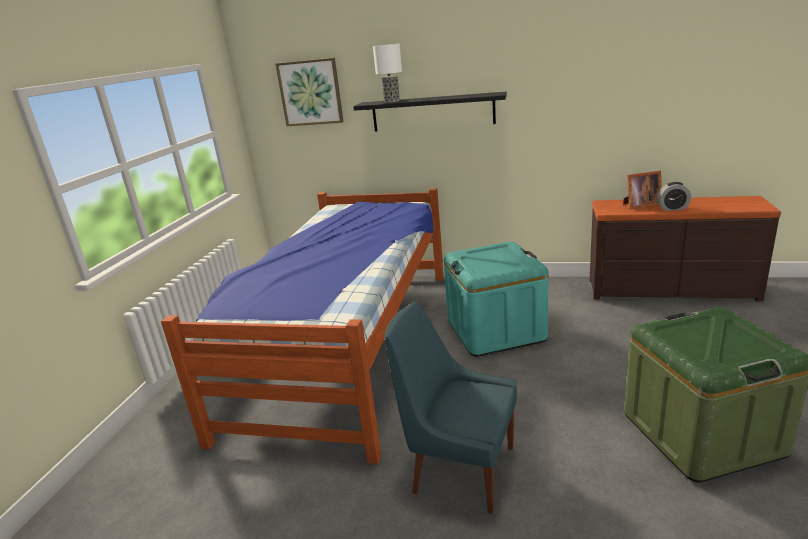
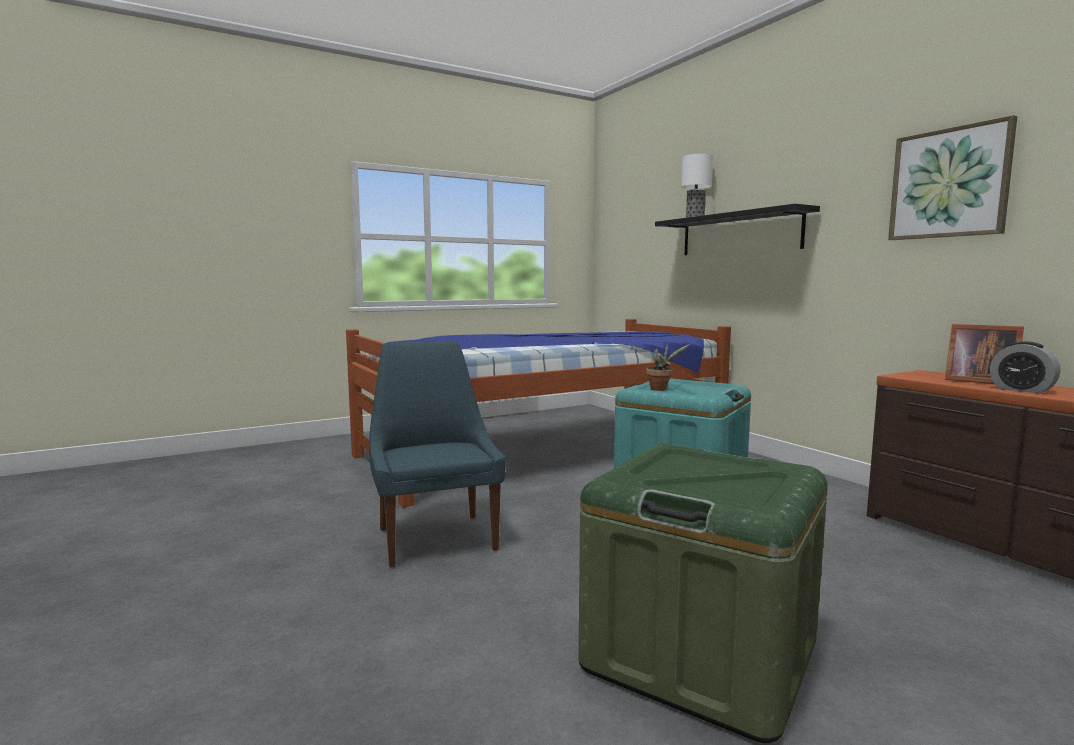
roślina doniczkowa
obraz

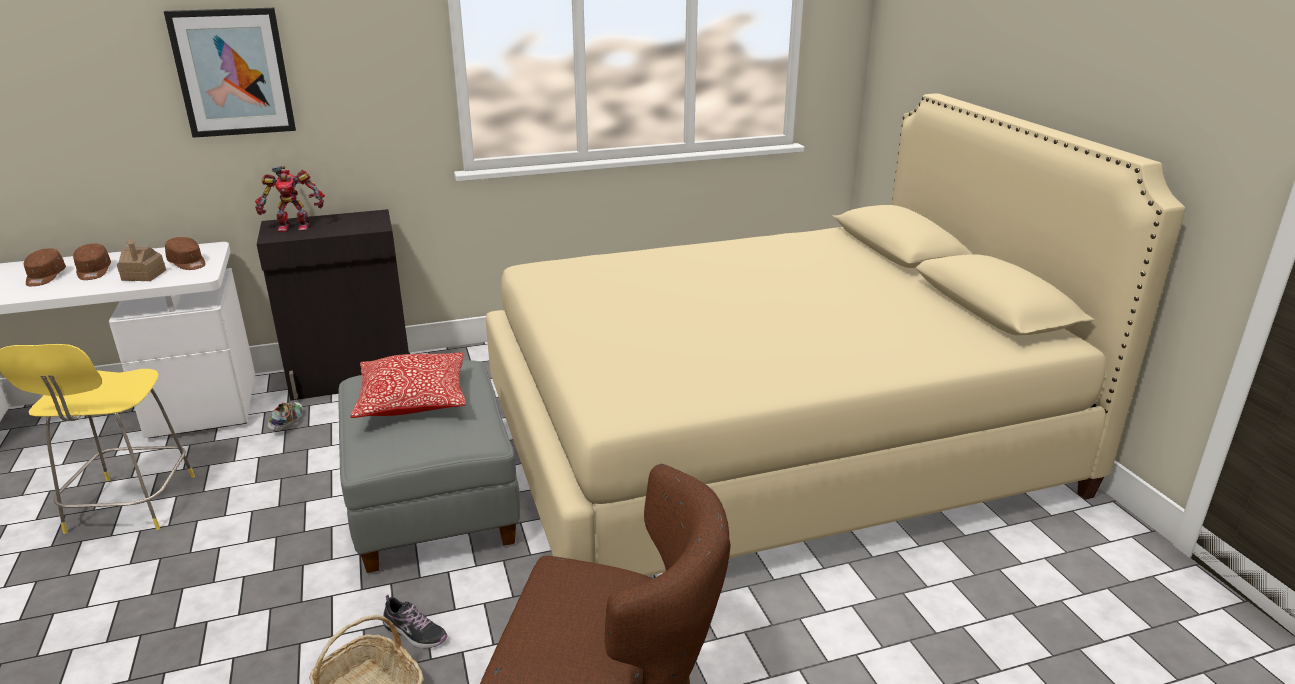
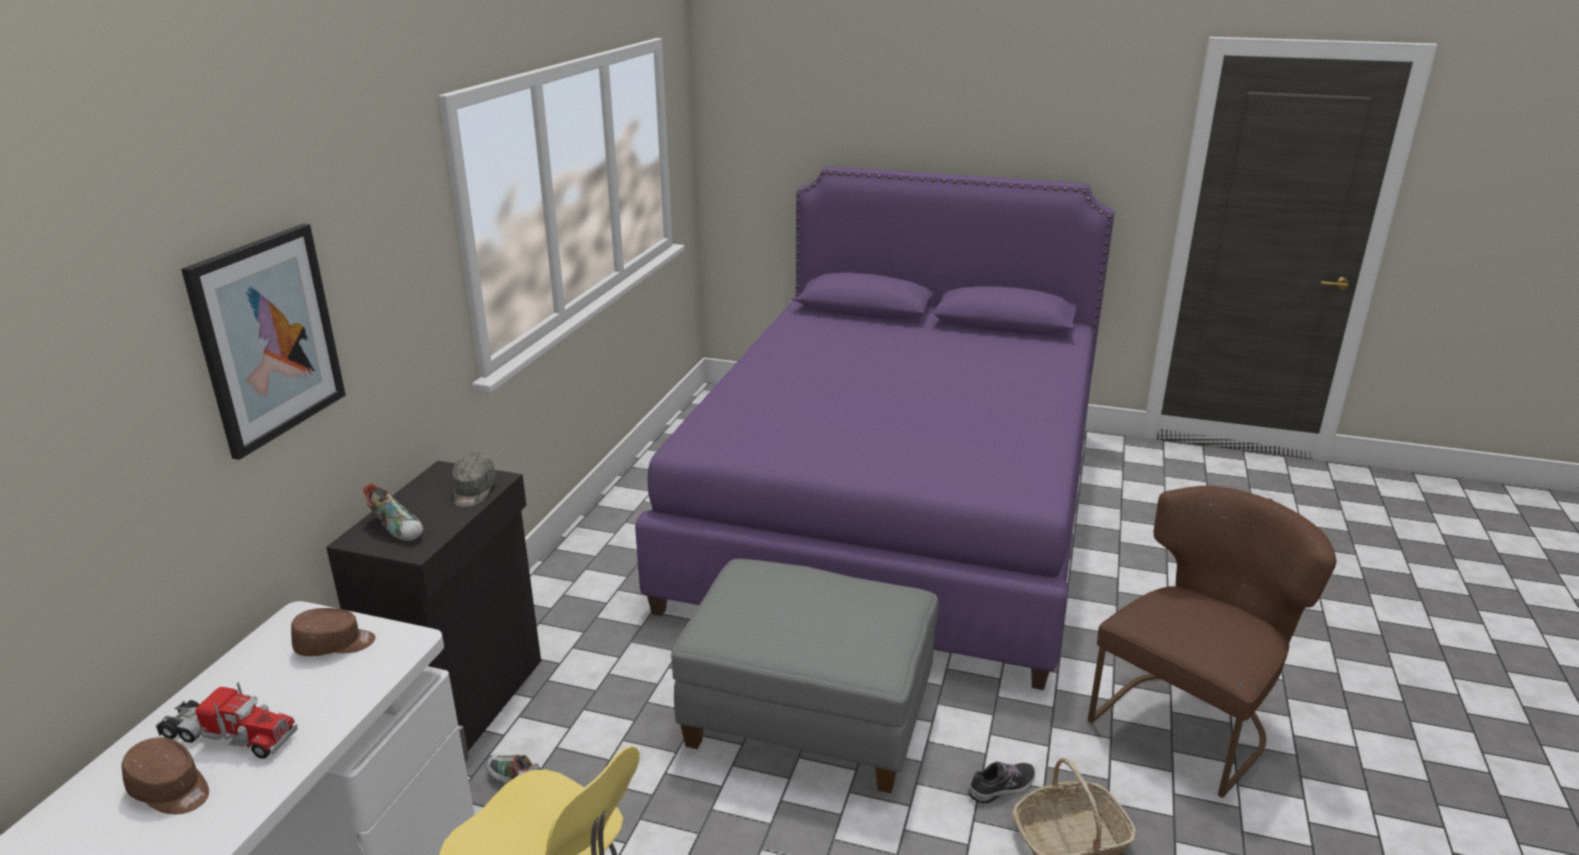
domek
poduszka
czapka z daszkiem (szary)
ciężarówka zabawkowa
but (1st from left)
łóżko (fioletowy)

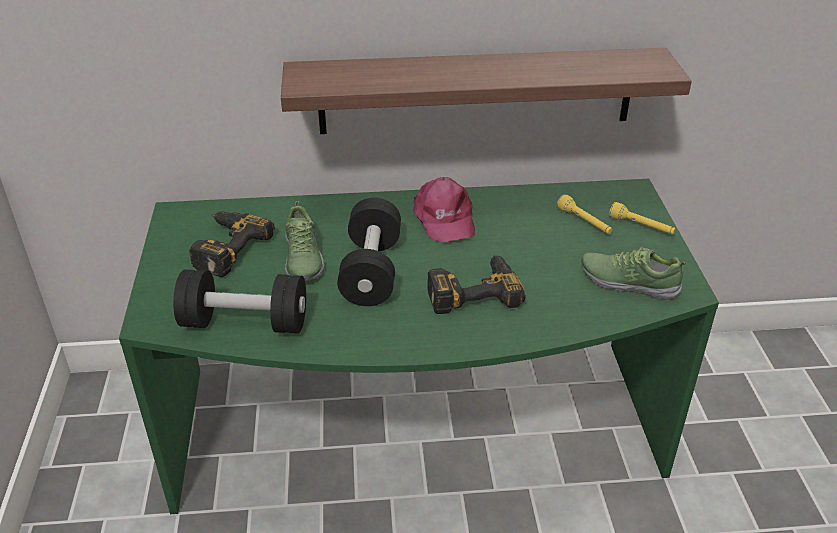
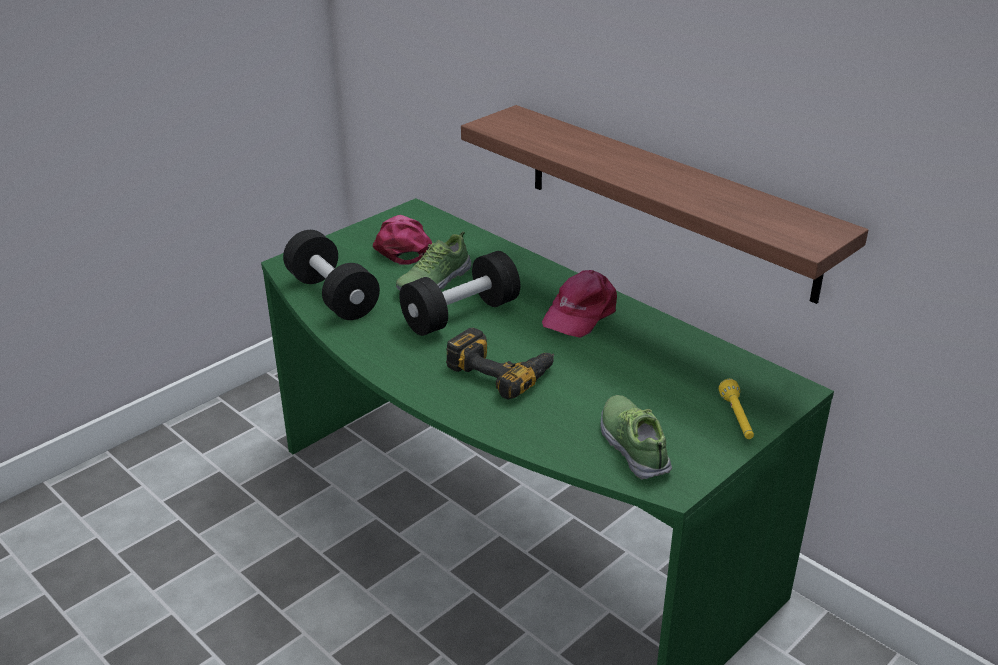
latarka (żółty) (1st from left in the first image)
czapka z daszkiem (różowy) (1st from left)

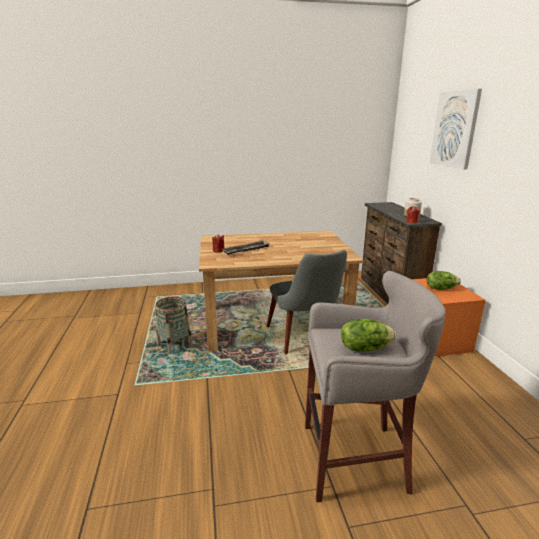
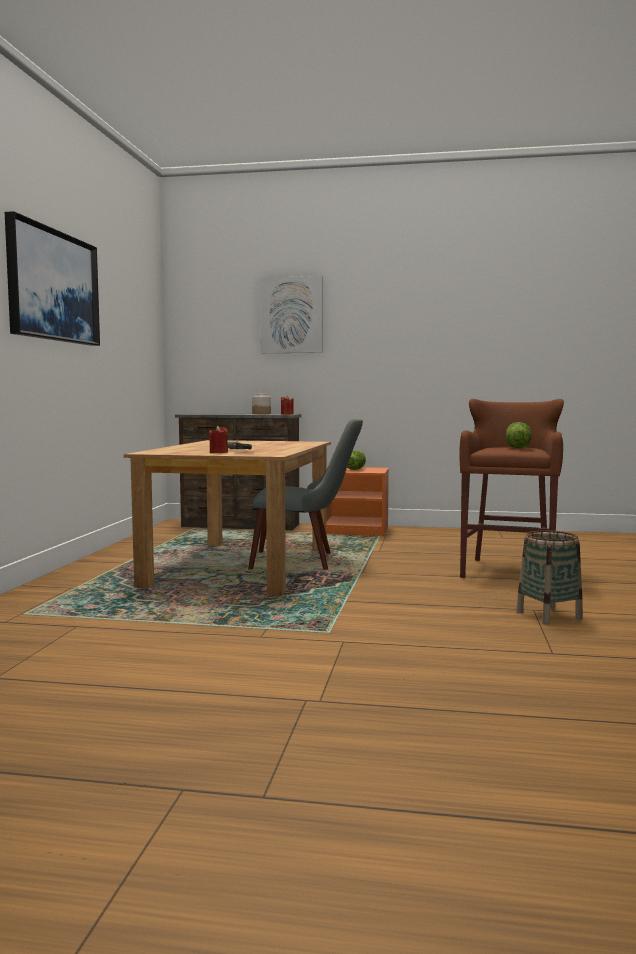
obraz (1st from left)
koszyk
stołek (brązowy)

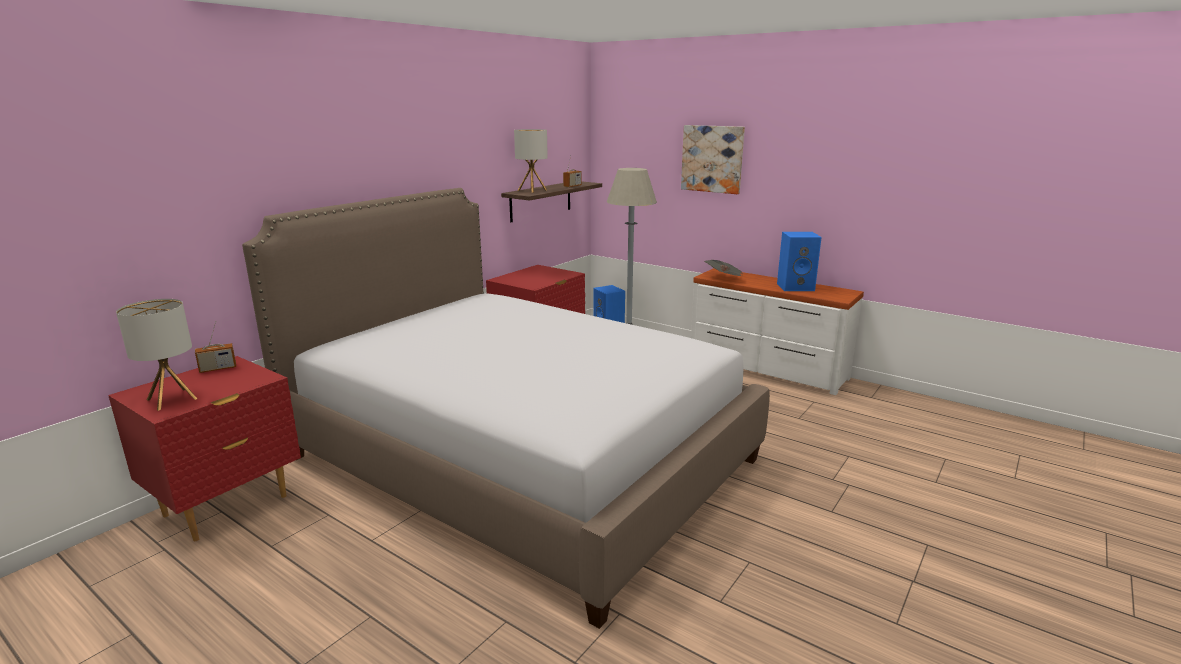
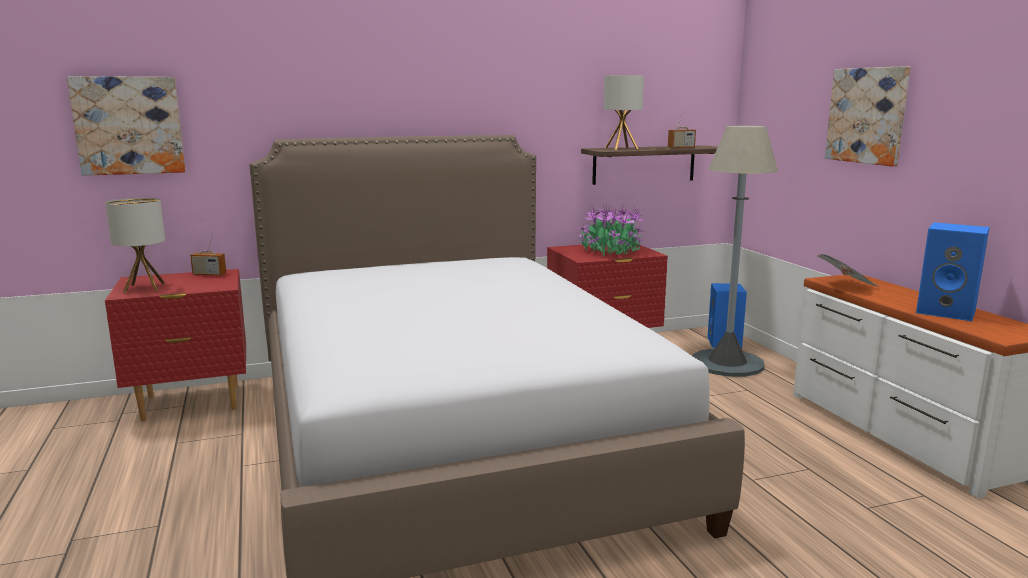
obraz (1st from left)
roślina doniczkowa

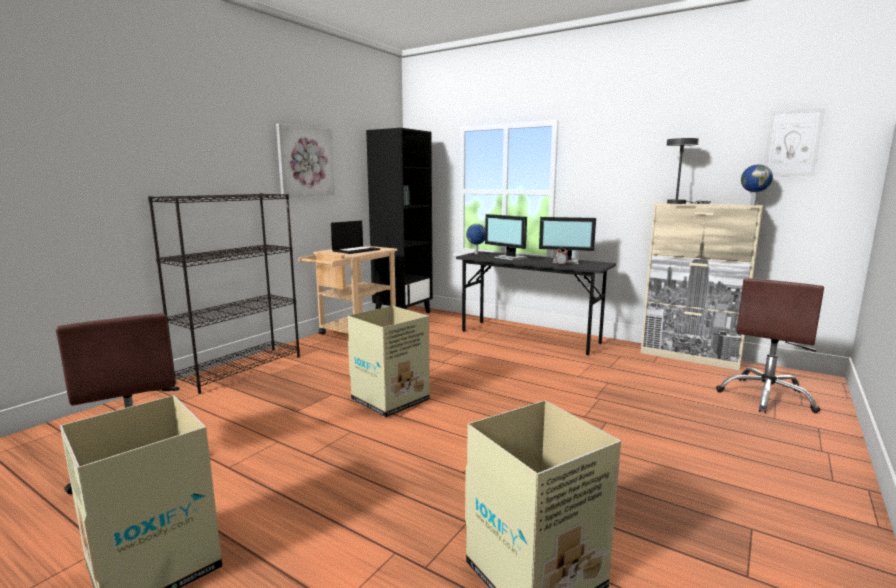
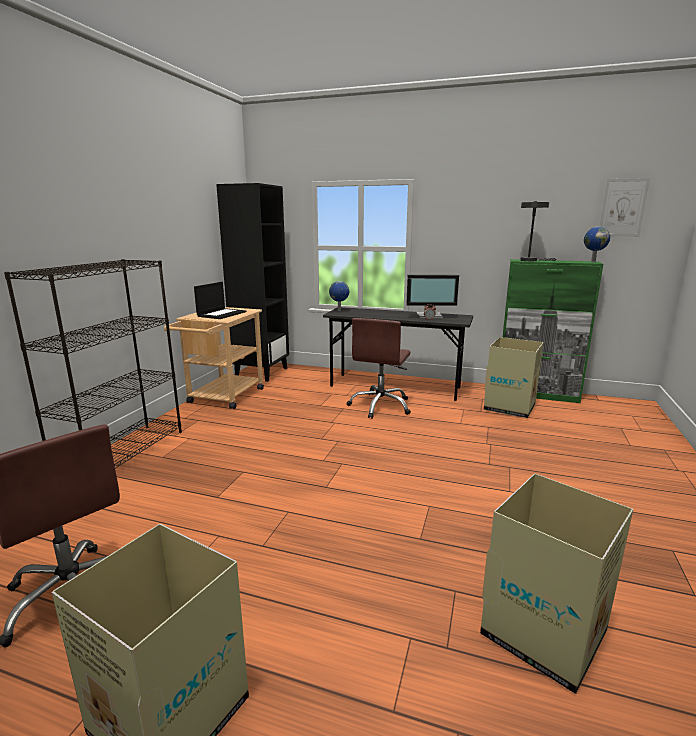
obraz (1st from left in the first image)
monitor (1st from left in the first image)
karton (2nd from left)
krzesło biurowe (brązowy) (2nd from left)
szafka (zielony)

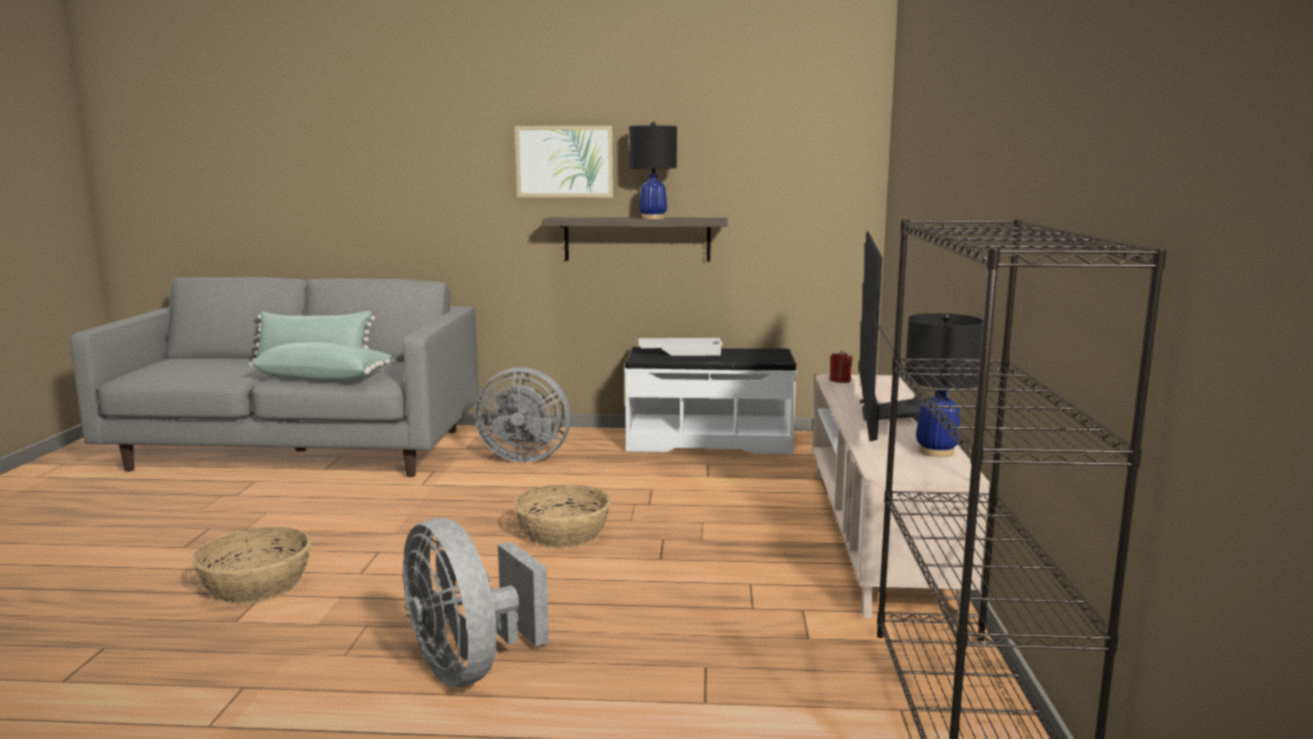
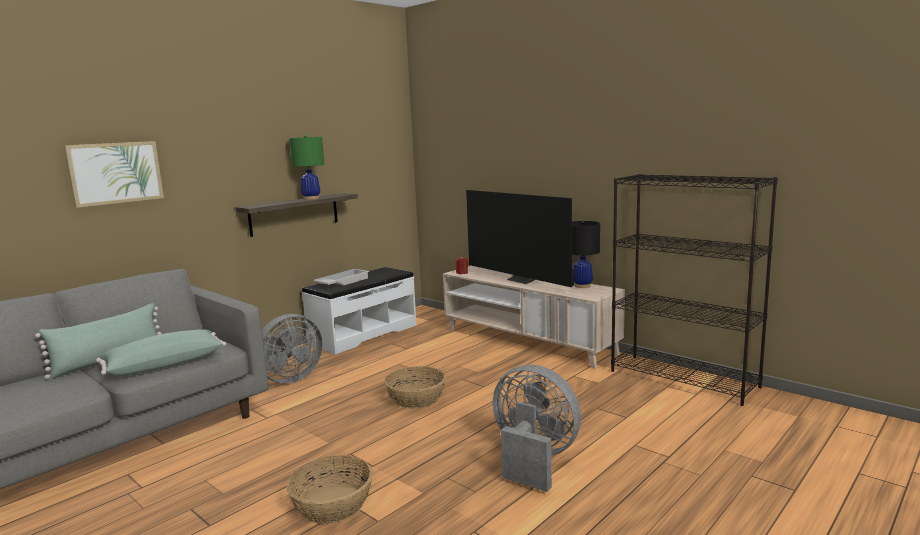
obraz
lampa stołowa (zielony)
wentylator (szary) (2nd from left)

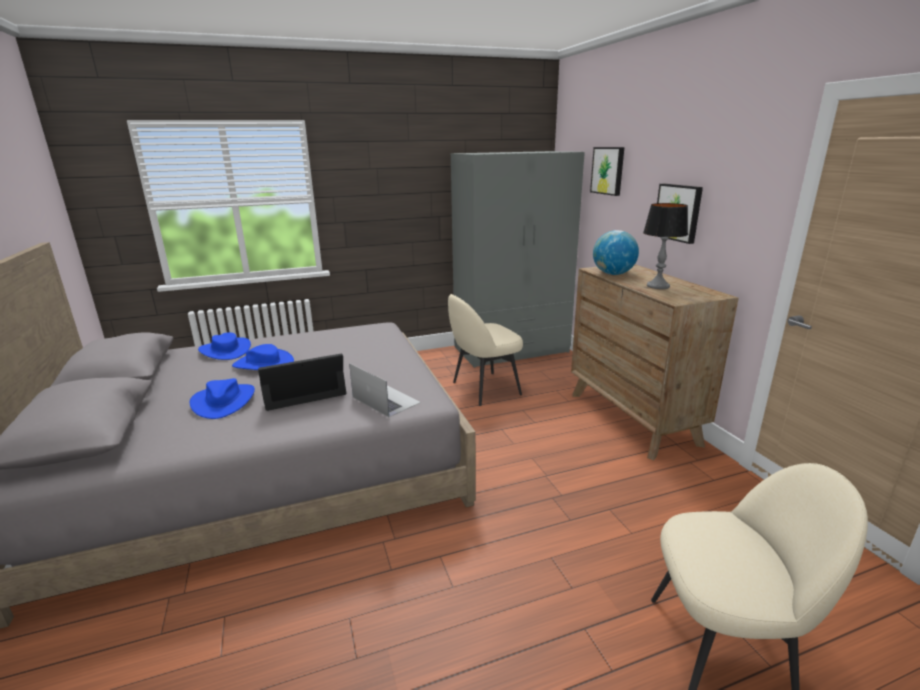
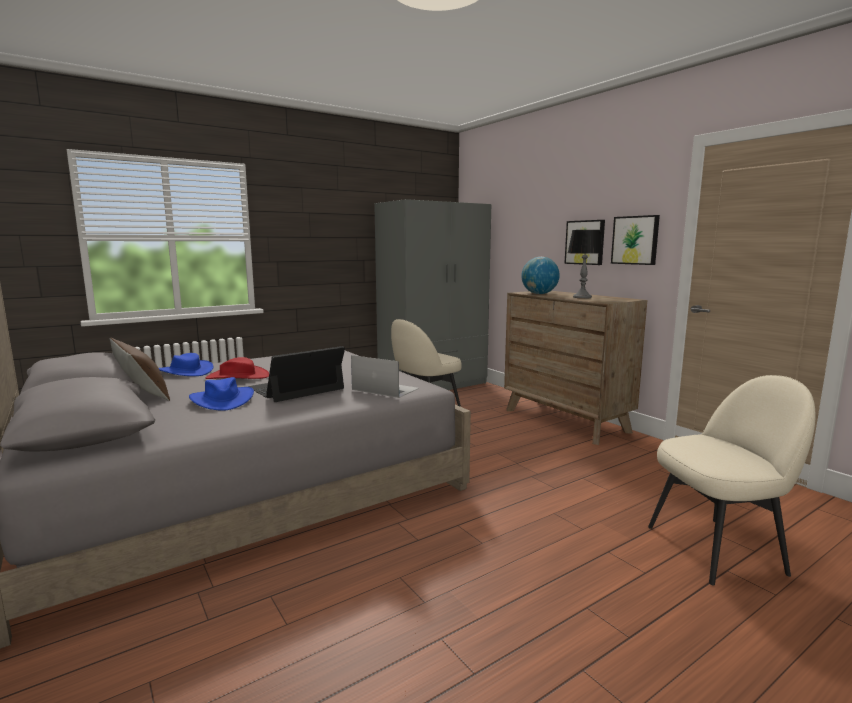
poduszka (brązowy)
obraz (2nd from left)
kapelusz (czerwony)

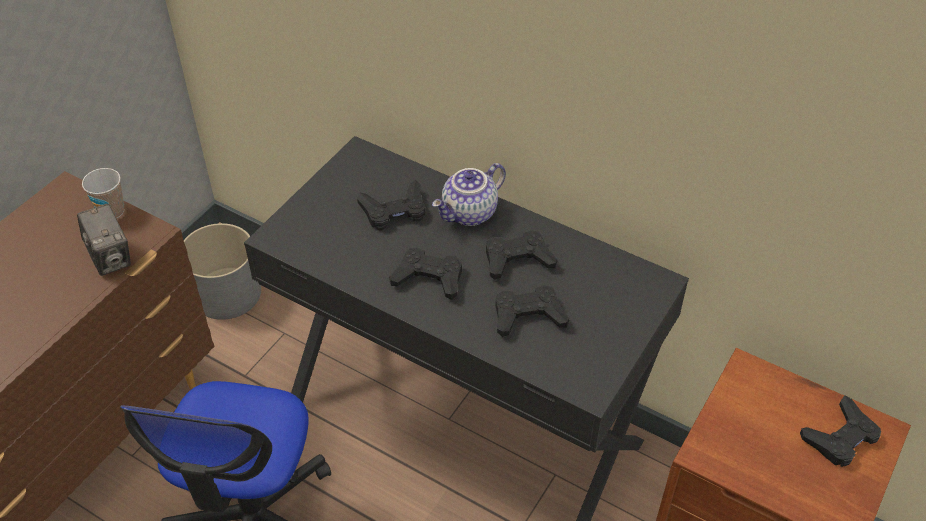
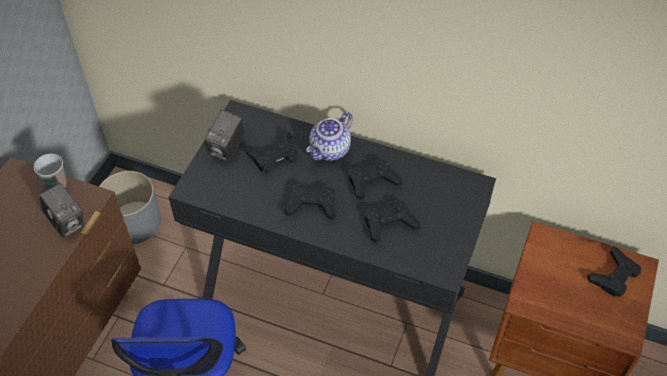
aparat fotograficzny (2nd from left)

